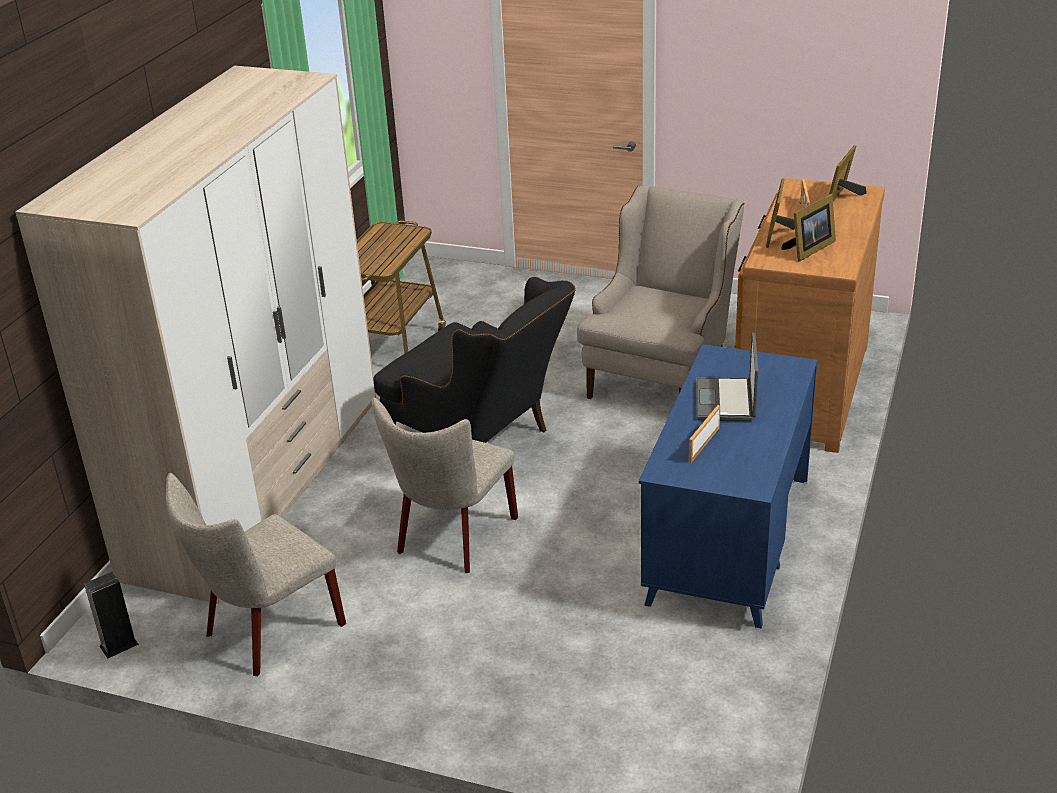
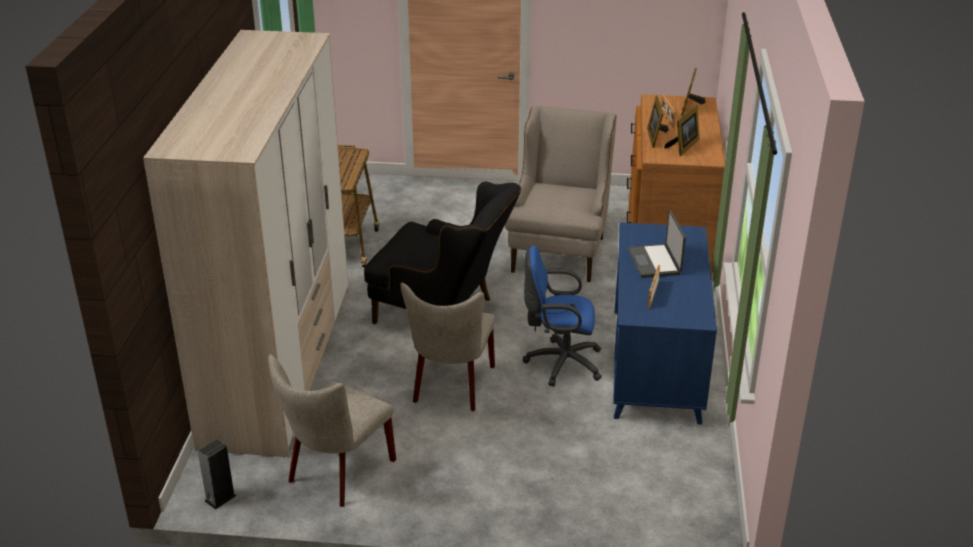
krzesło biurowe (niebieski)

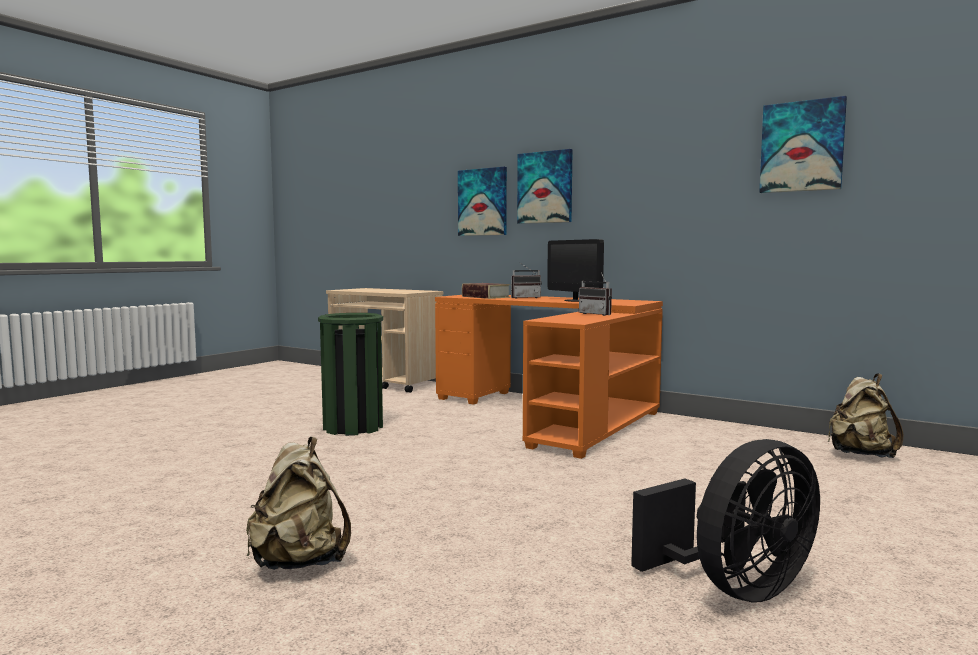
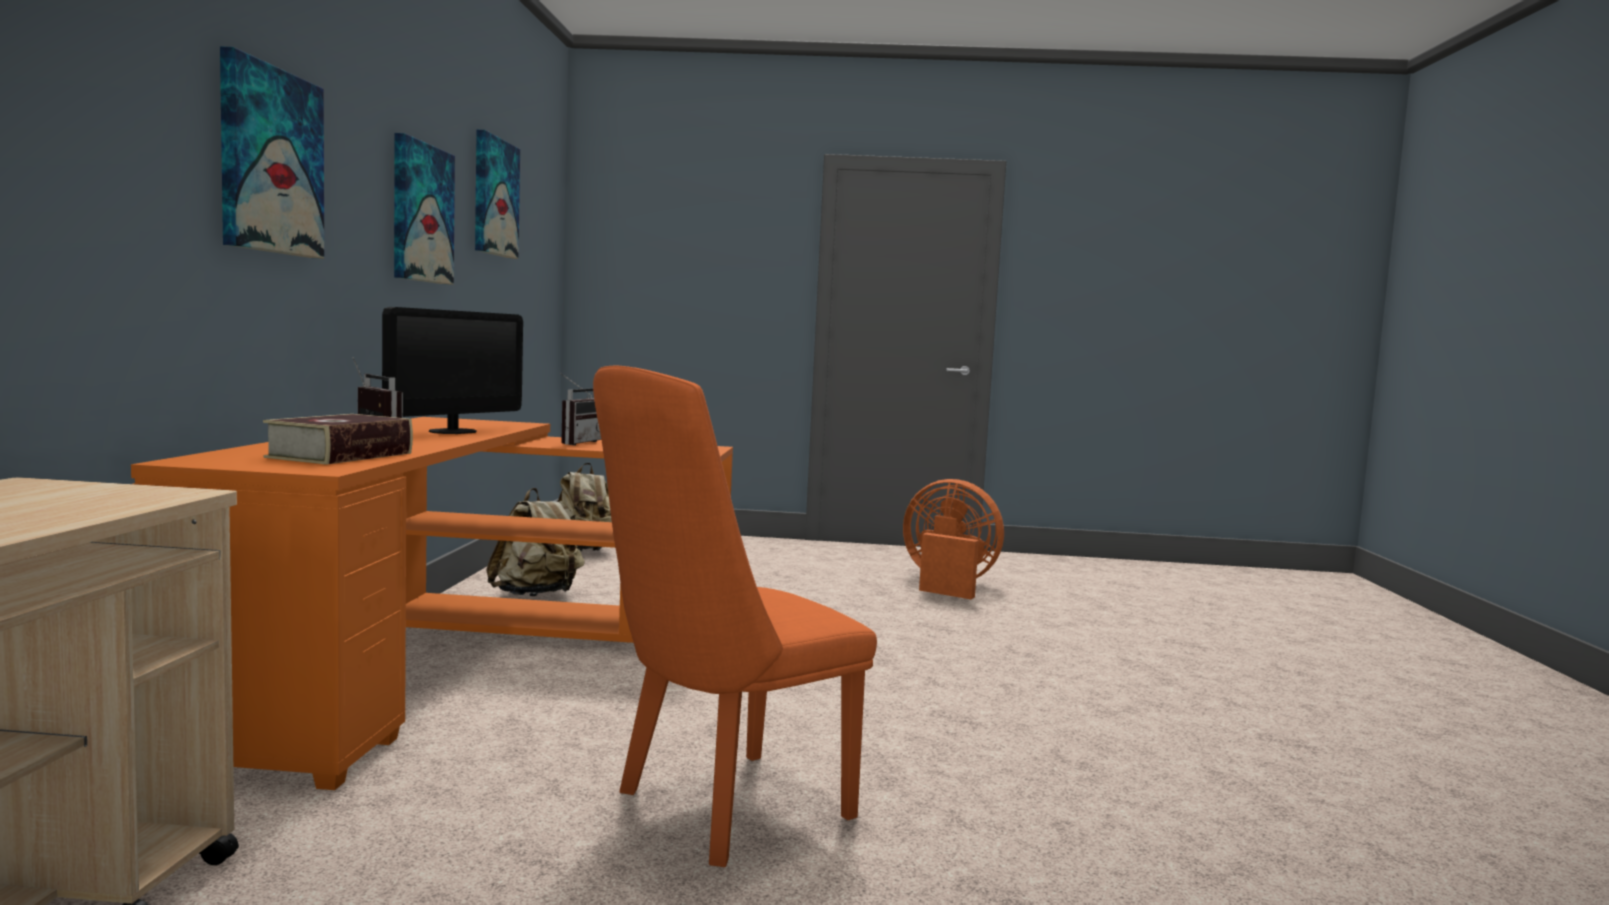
plecak (beżowy) (1st from left)
obraz (2nd from left)
krzesło (pomarańczowy)
wentylator (pomarańczowy)

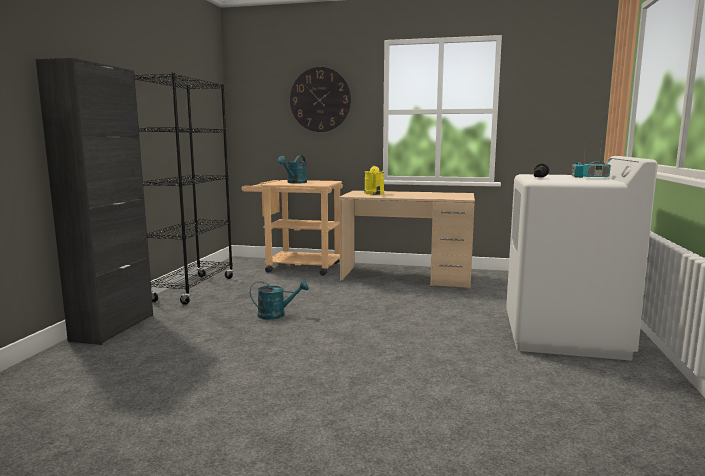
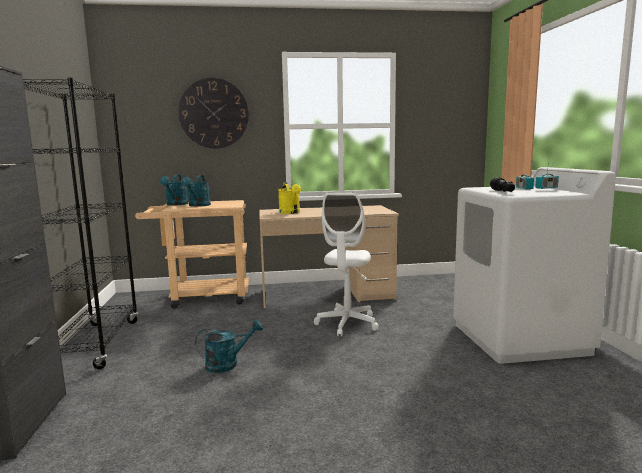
konewka (turkusowy) (1st from left)
krzesło biurowe (biały)

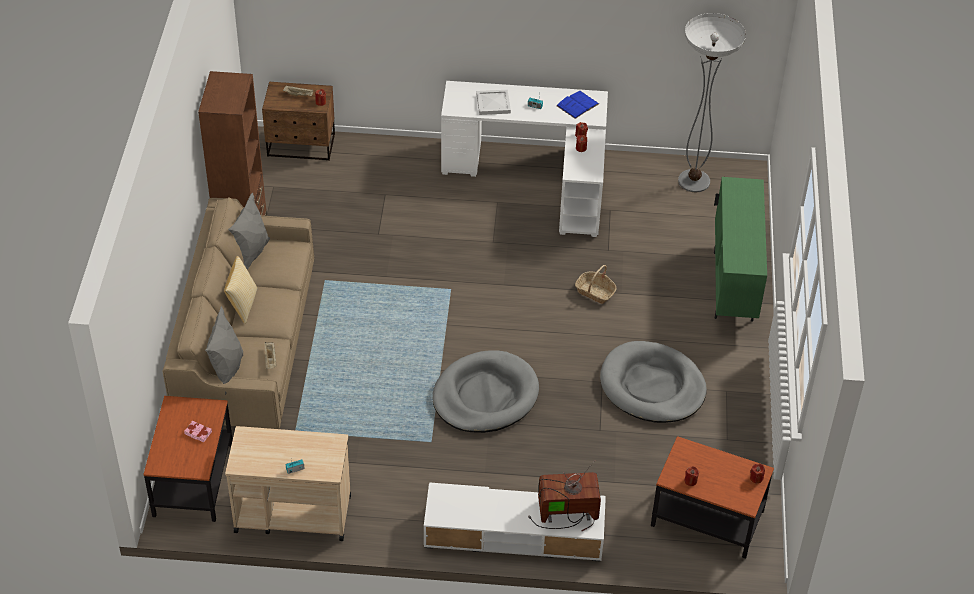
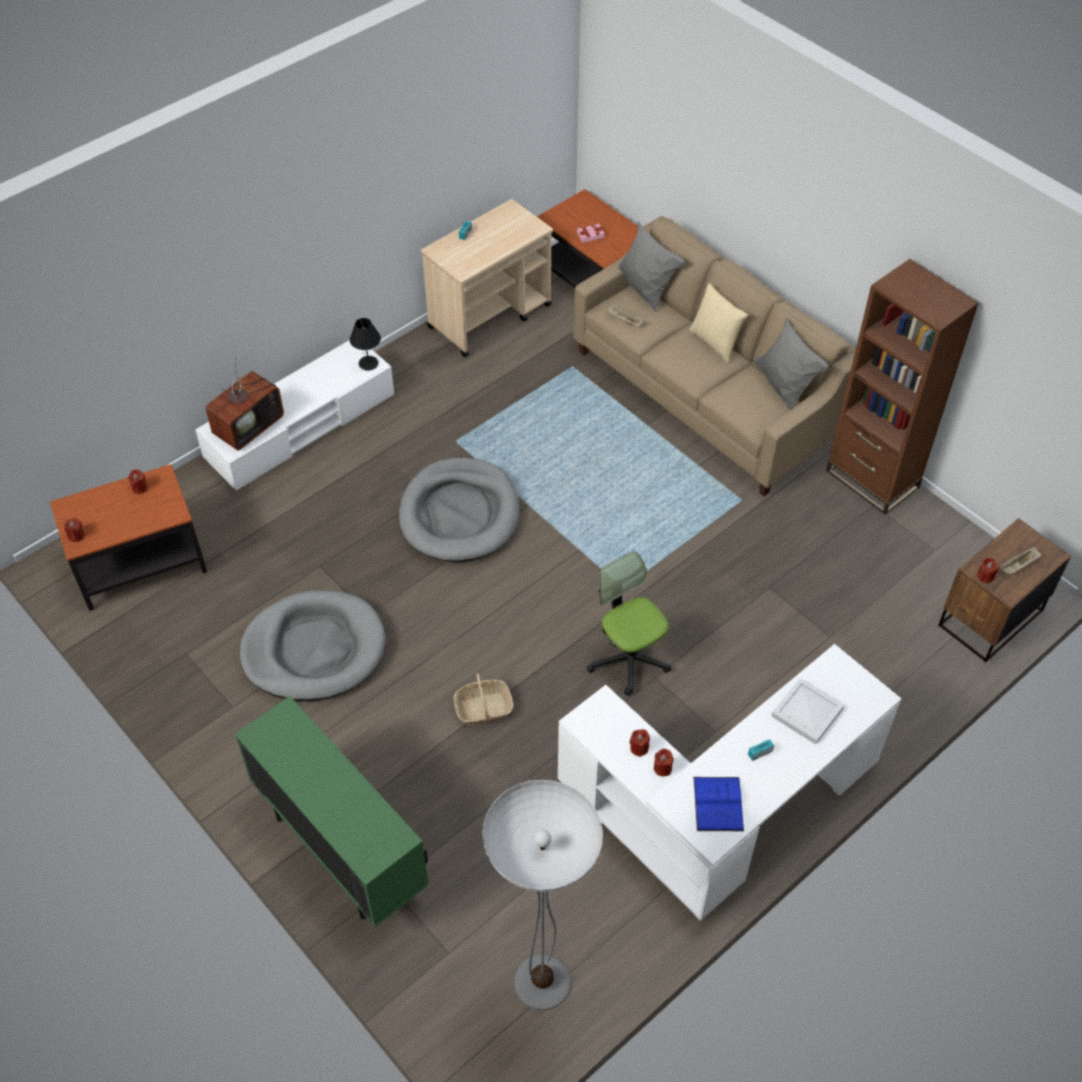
lampa stołowa (czarny)
krzesło biurowe

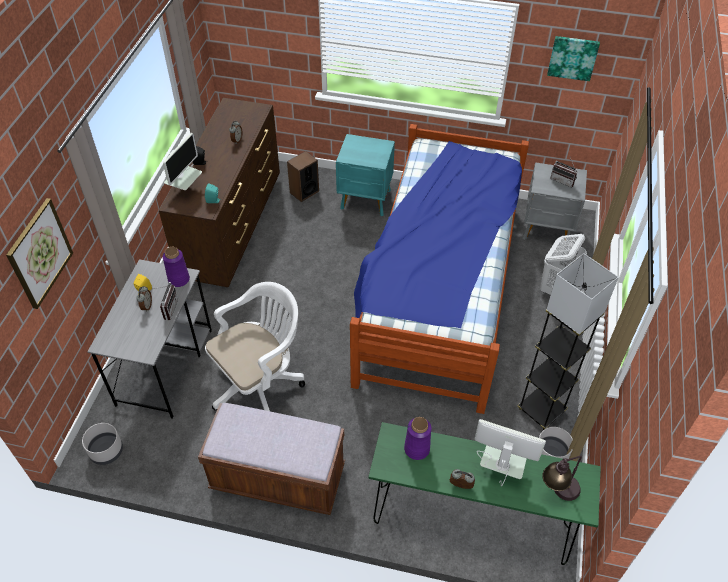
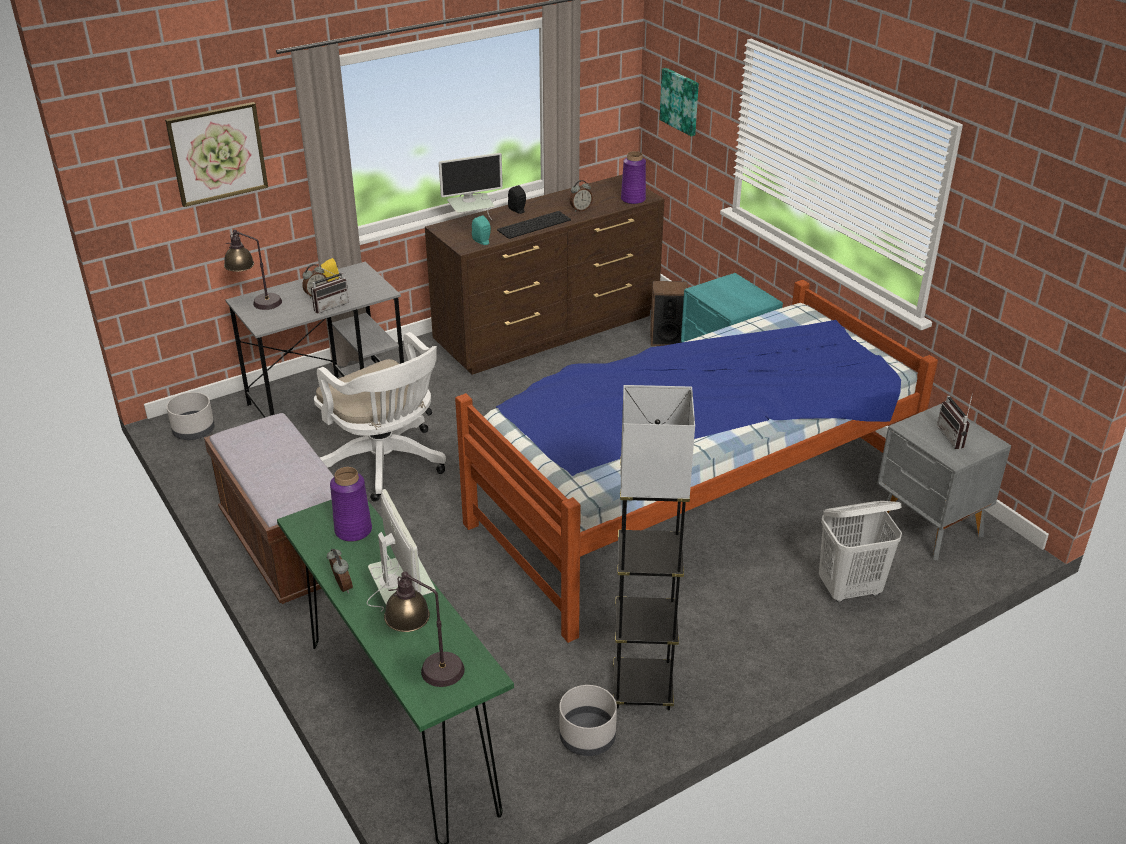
lampa stołowa (1st from left)
klawiatura
wazon (fioletowy) (2nd from left)
obraz (2nd from left)
krzesło biurowe (biały)

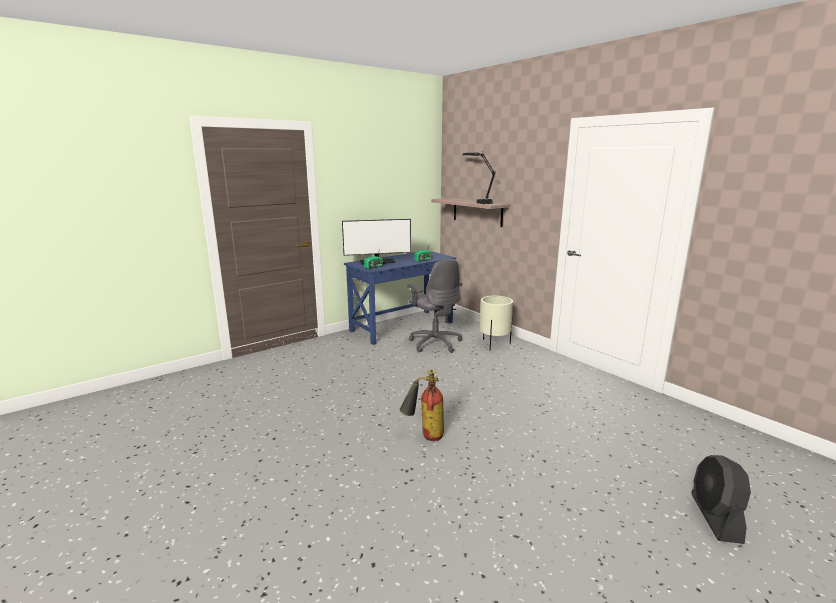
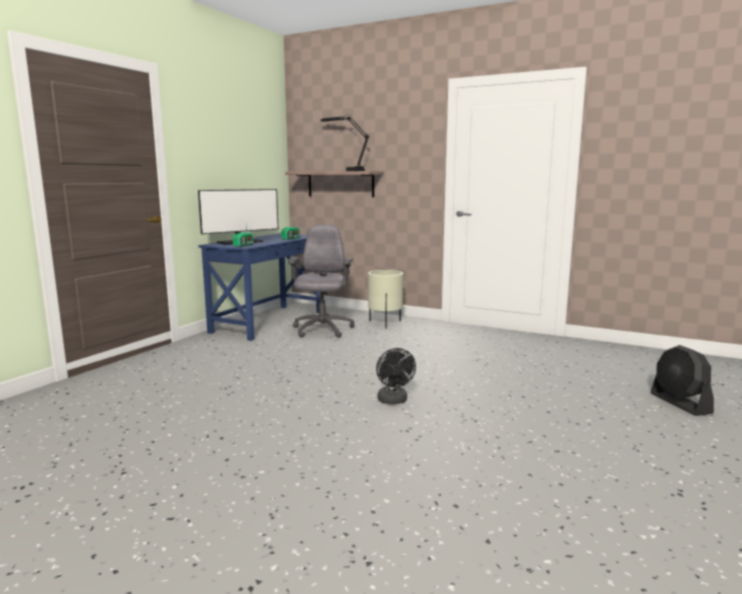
wentylator (czarny) (1st from left)
krzesło biurowe (szary)

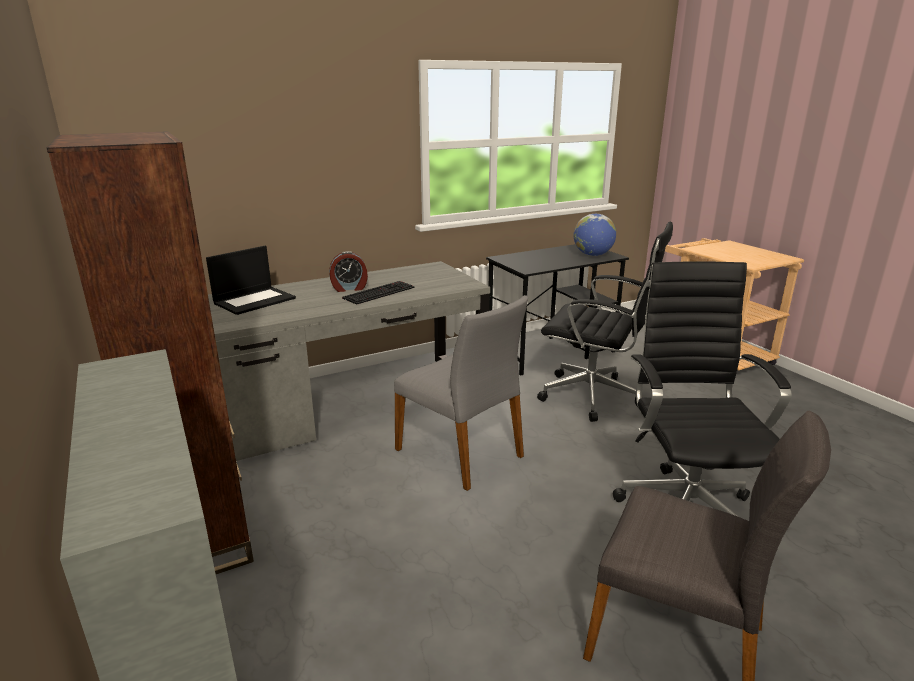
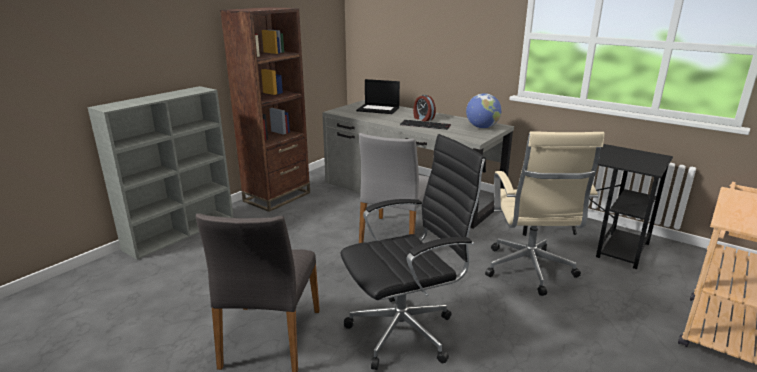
globus
krzesło biurowe (beżowy)

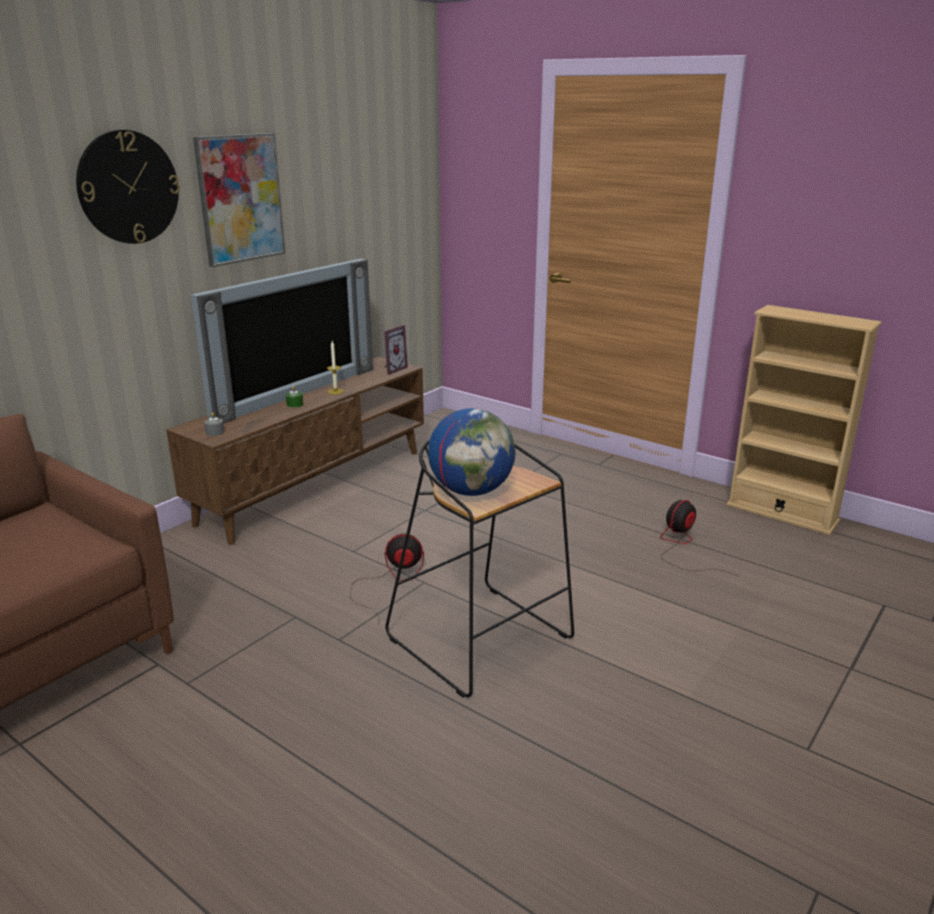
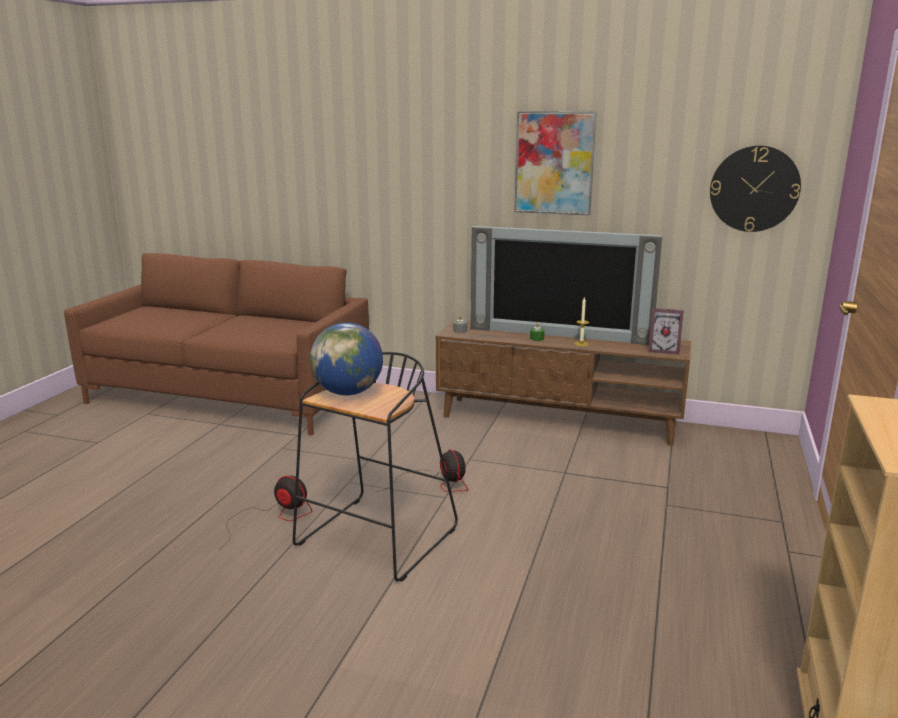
zegar ścienny
wentylator (1st from left)

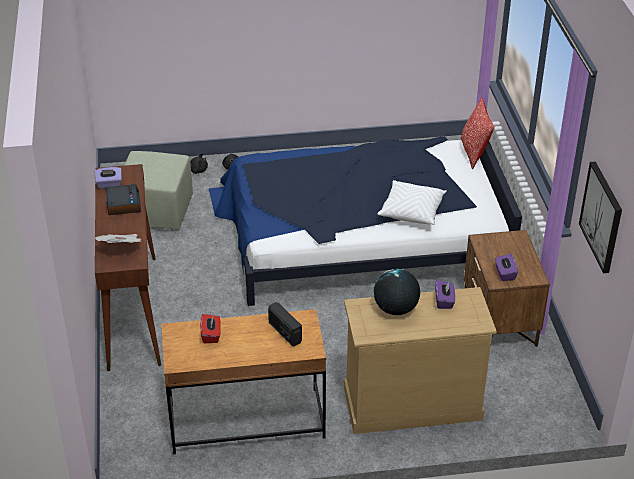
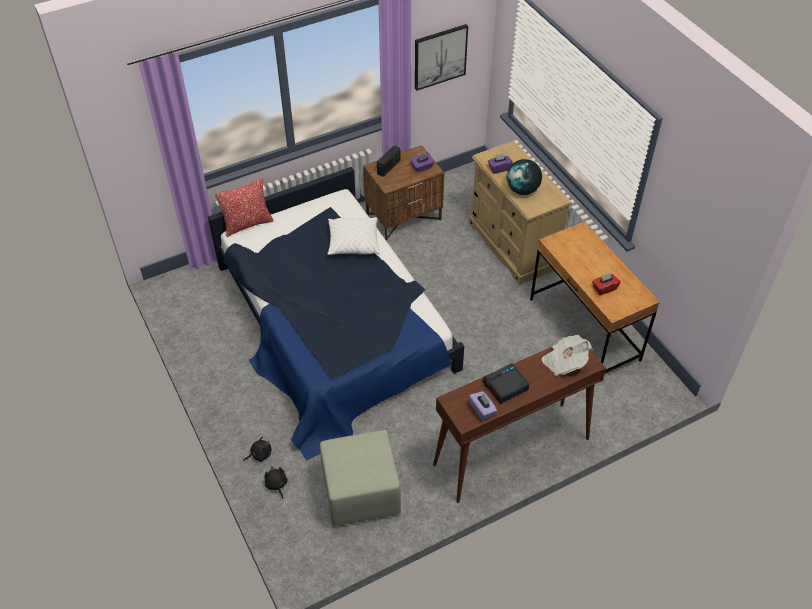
radio

